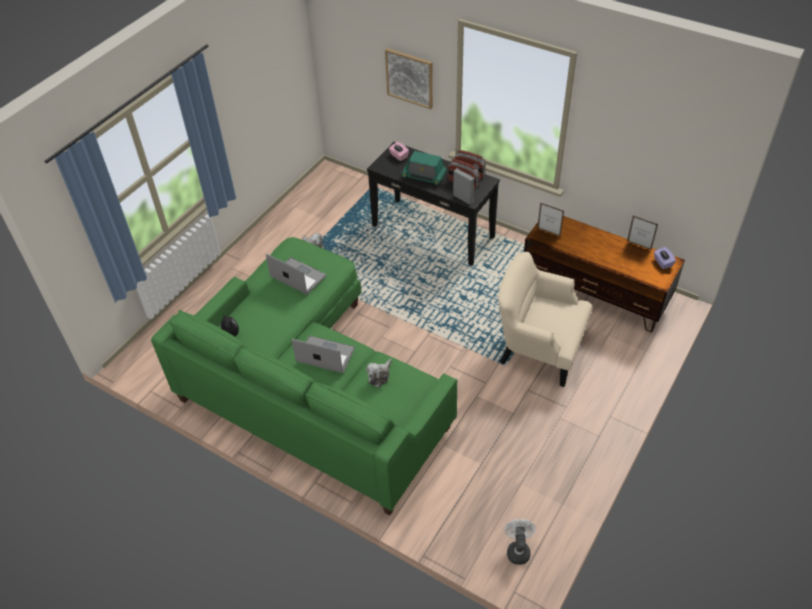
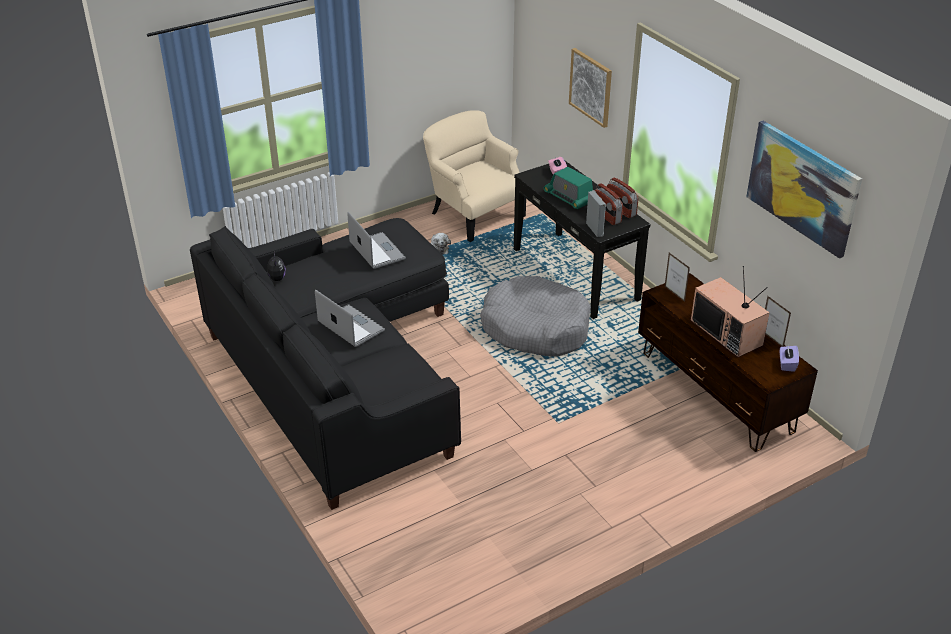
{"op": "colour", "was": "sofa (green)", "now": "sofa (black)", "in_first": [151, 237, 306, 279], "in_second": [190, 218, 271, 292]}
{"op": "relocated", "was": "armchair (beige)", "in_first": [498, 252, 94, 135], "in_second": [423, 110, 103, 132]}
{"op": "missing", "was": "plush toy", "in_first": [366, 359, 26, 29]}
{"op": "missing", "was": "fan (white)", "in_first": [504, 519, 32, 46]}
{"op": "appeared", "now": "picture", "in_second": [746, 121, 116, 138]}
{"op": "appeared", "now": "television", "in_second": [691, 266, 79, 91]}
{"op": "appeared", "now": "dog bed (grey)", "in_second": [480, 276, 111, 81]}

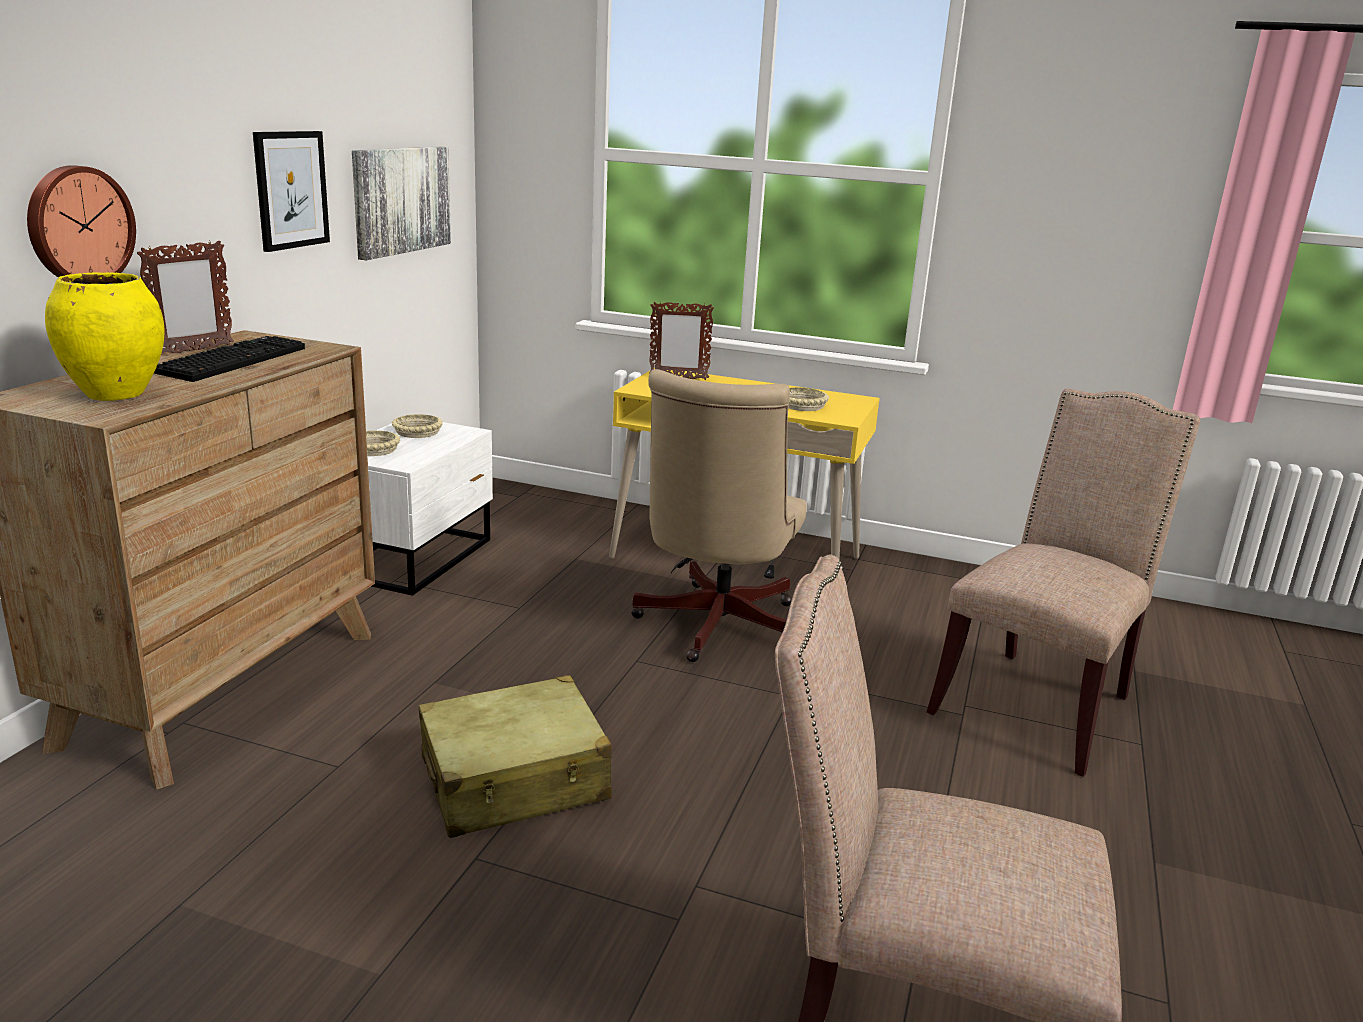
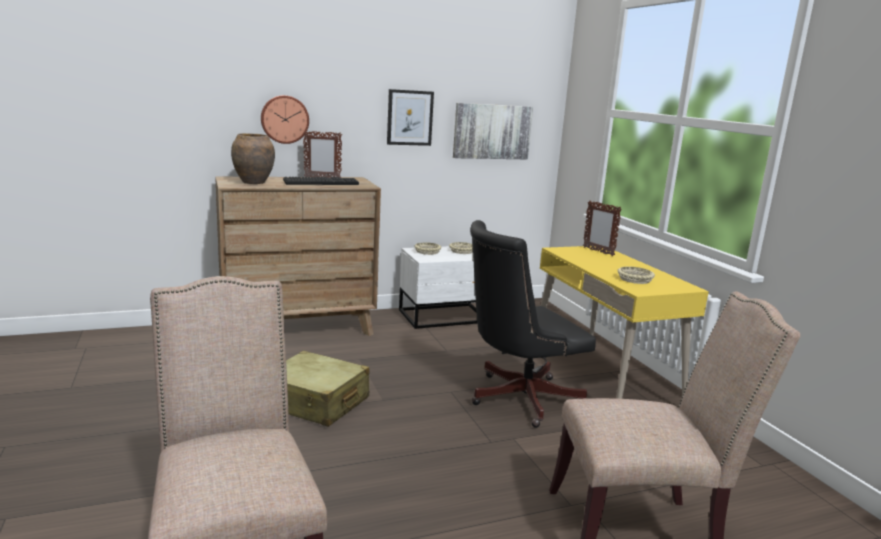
{"op": "colour", "was": "vase (yellow)", "now": "vase (brown)", "in_first": [45, 272, 119, 129], "in_second": [231, 133, 44, 51]}
{"op": "colour", "was": "office chair (beige)", "now": "office chair (black)", "in_first": [631, 369, 176, 293], "in_second": [470, 220, 126, 208]}

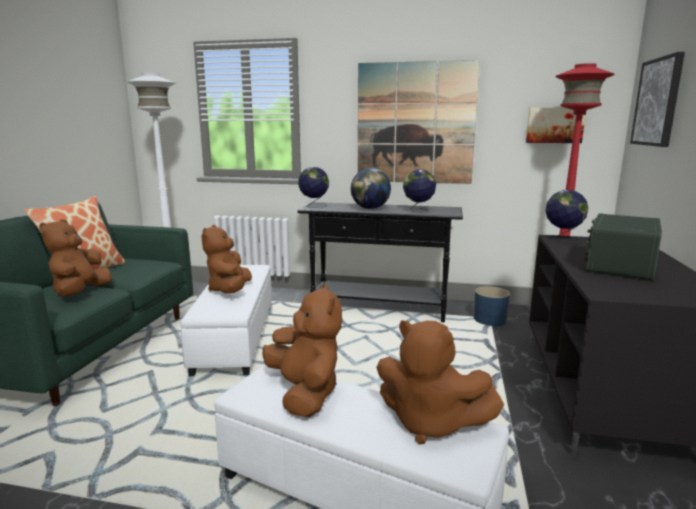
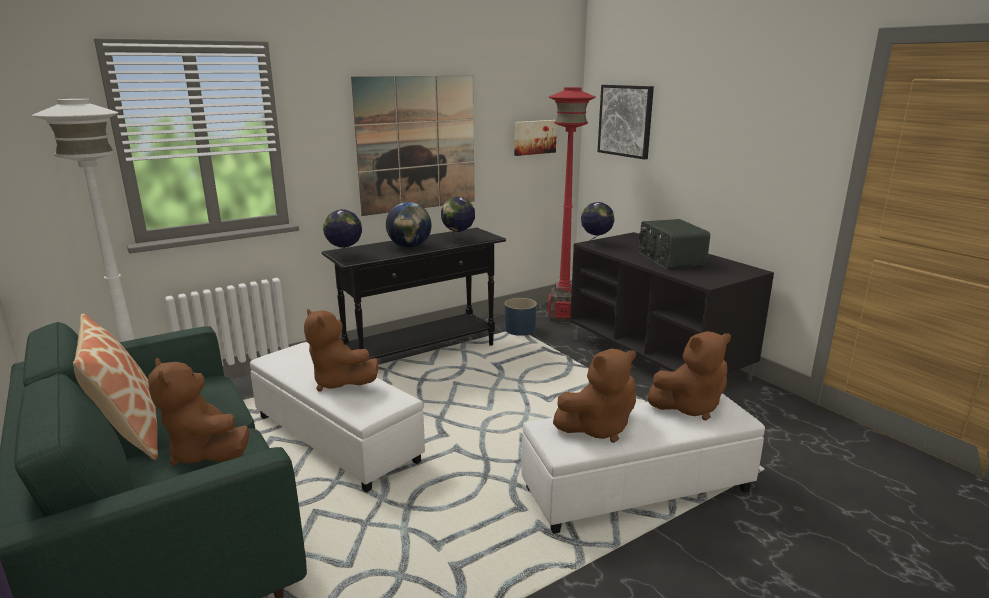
{"op": "spun", "was": "plush toy (brown)", "in_first": [262, 283, 80, 135], "in_second": [553, 349, 83, 94], "clockwise": 135}

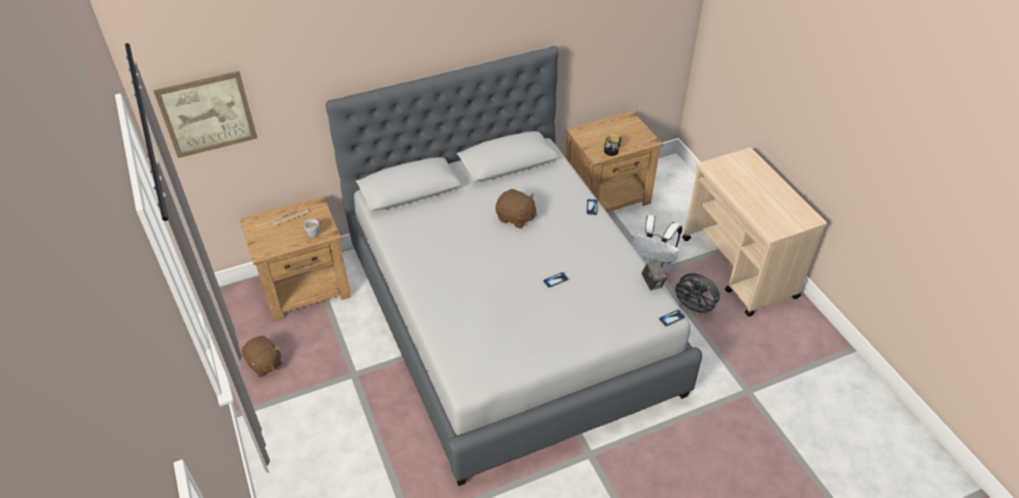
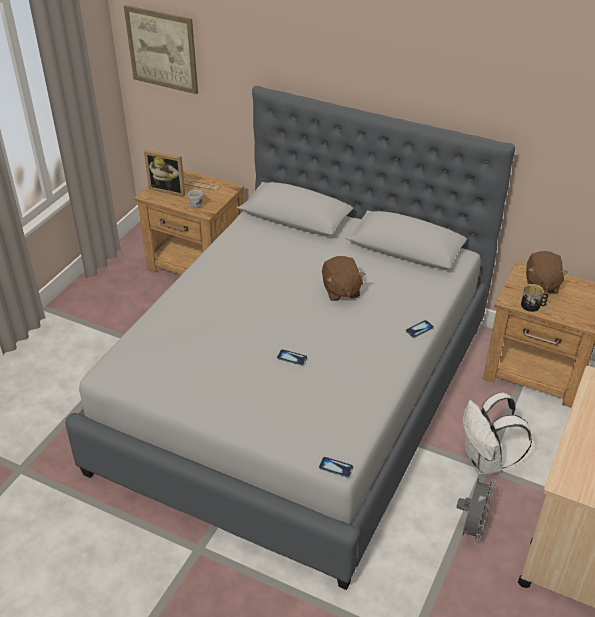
{"op": "missing", "was": "photo camera", "in_first": [641, 261, 26, 29]}
{"op": "spun", "was": "fan (grey)", "in_first": [672, 273, 48, 43], "in_second": [457, 478, 39, 67], "clockwise": -150}
{"op": "relocated", "was": "plush toy (brown)", "in_first": [242, 336, 40, 41], "in_second": [526, 251, 42, 43]}
{"op": "appeared", "now": "picture frame", "in_second": [144, 150, 41, 47]}

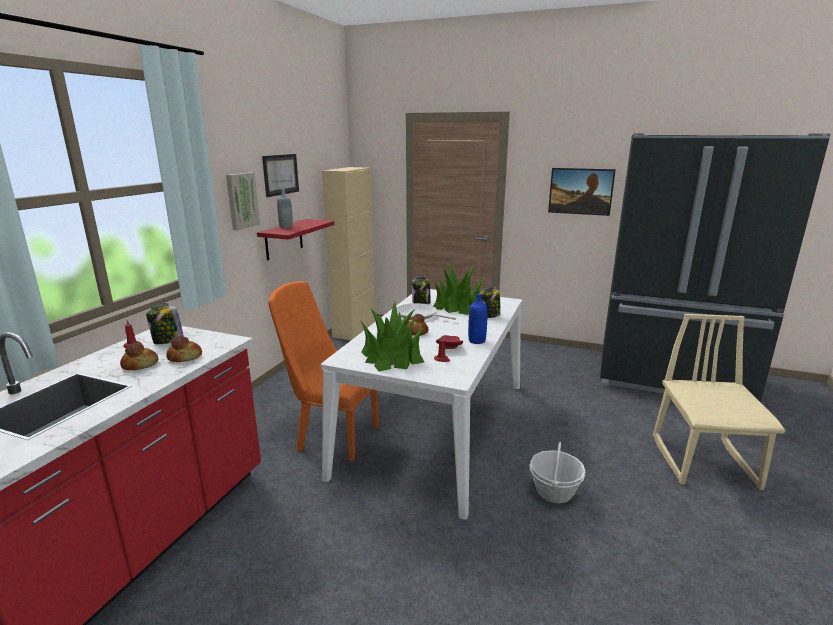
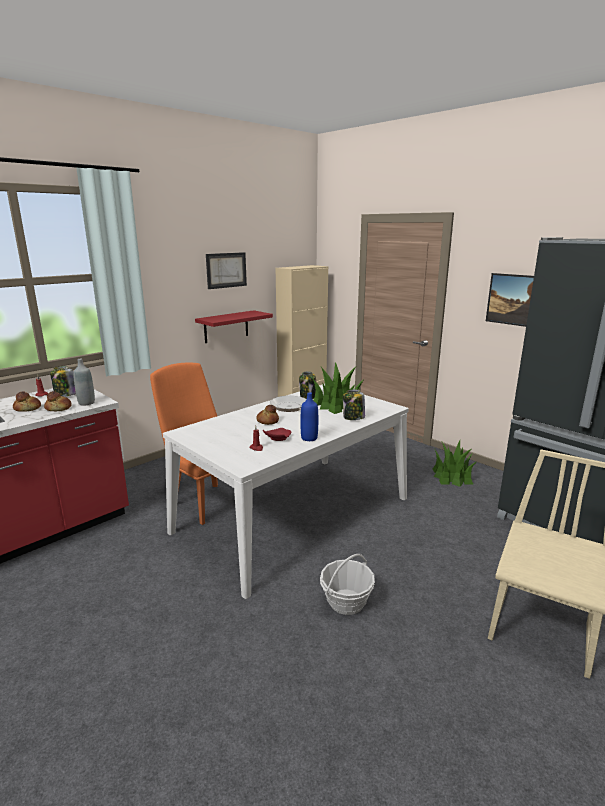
{"op": "missing", "was": "picture", "in_first": [226, 172, 34, 58]}
{"op": "relocated", "was": "bottle (grey)", "in_first": [277, 189, 16, 39], "in_second": [73, 359, 22, 47]}
{"op": "relocated", "was": "potted plant", "in_first": [360, 301, 65, 71], "in_second": [432, 440, 44, 47]}

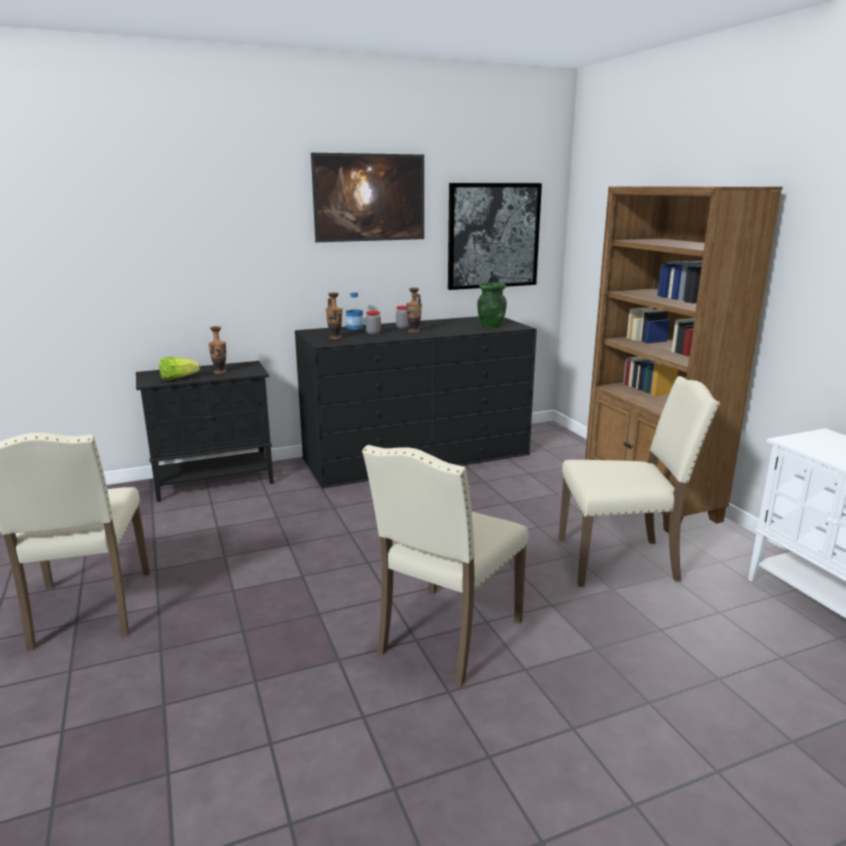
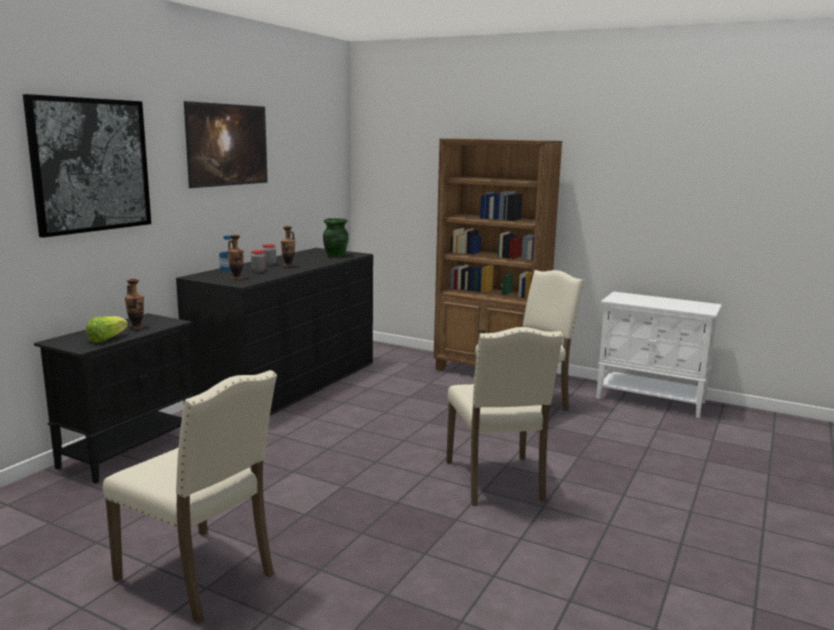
{"op": "relocated", "was": "picture", "in_first": [448, 183, 94, 107], "in_second": [23, 94, 128, 144]}

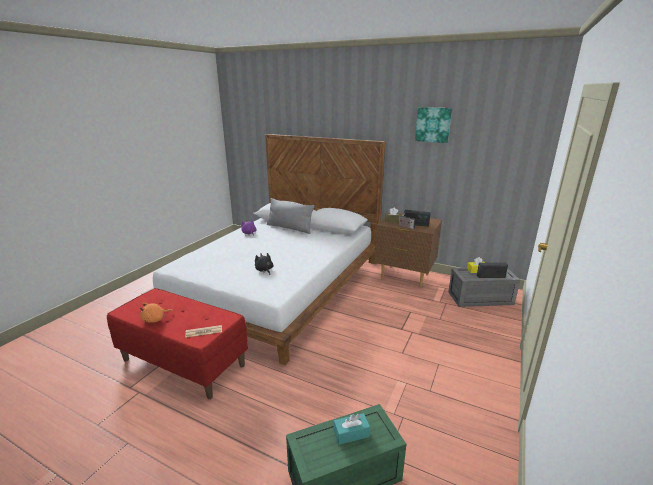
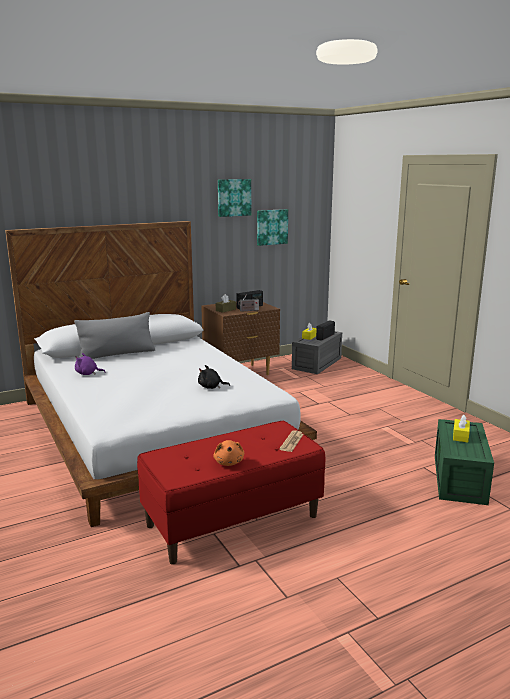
{"op": "colour", "was": "tissue box (turquoise)", "now": "tissue box (yellow)", "in_first": [334, 413, 36, 32], "in_second": [453, 415, 17, 28]}
{"op": "appeared", "now": "picture", "in_second": [257, 209, 31, 37]}

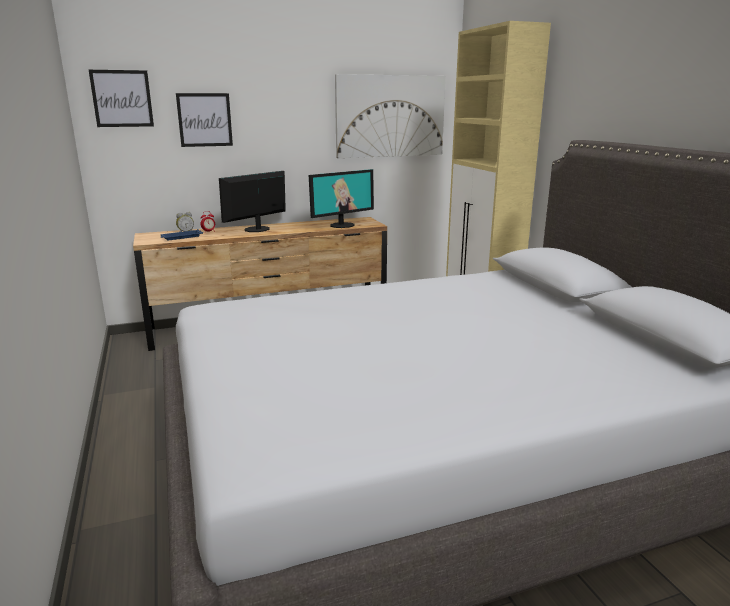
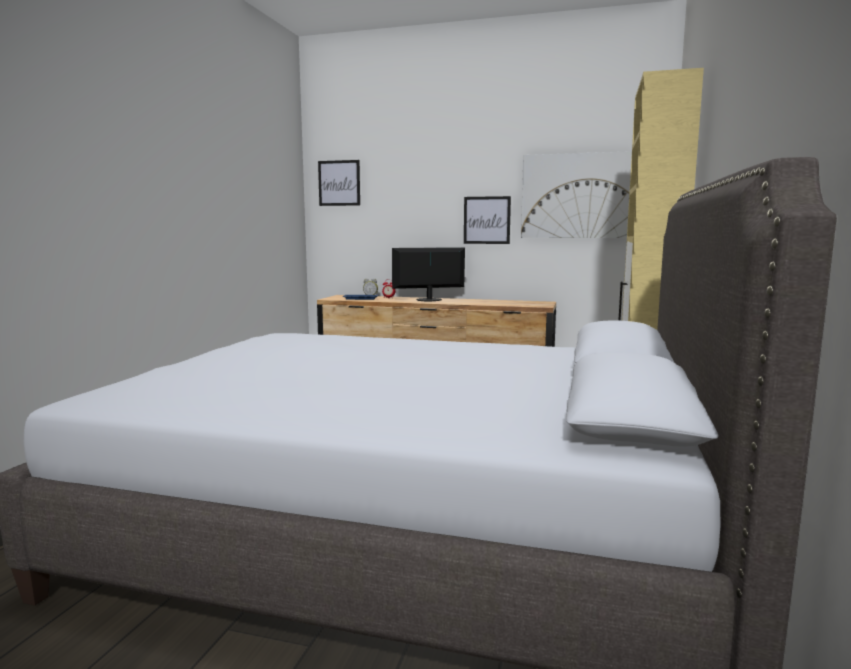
{"op": "relocated", "was": "picture", "in_first": [176, 93, 57, 54], "in_second": [464, 196, 47, 48]}
{"op": "missing", "was": "monitor", "in_first": [309, 169, 65, 59]}

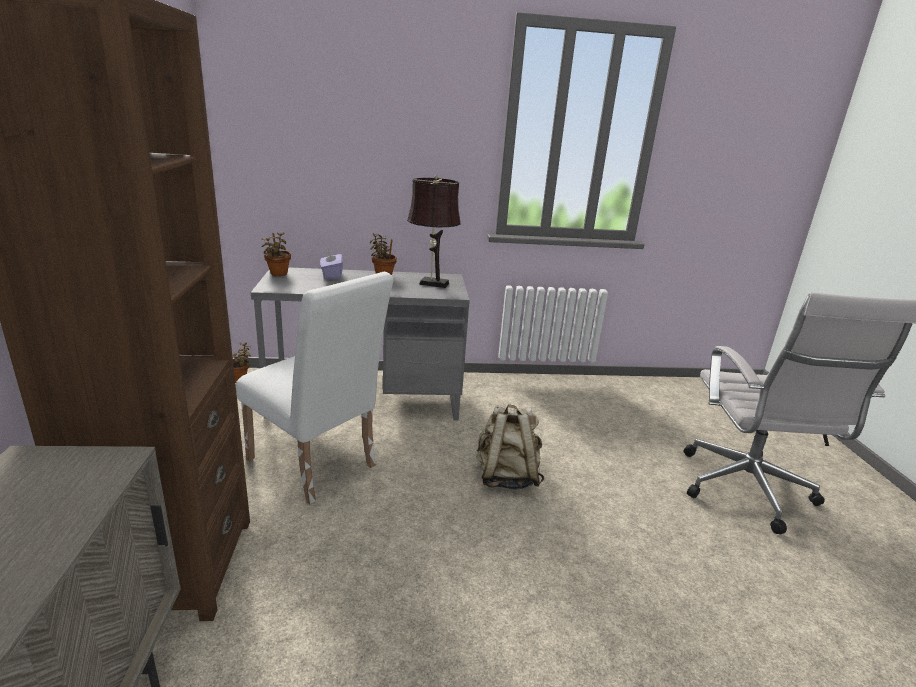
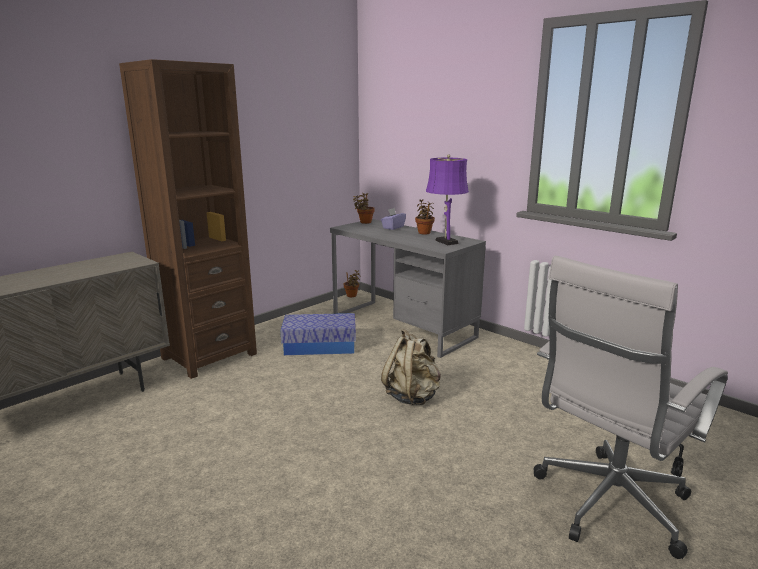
{"op": "colour", "was": "table lamp (brown)", "now": "table lamp (purple)", "in_first": [407, 175, 54, 113], "in_second": [426, 155, 43, 90]}
{"op": "exchanged", "was": "chair (white)", "now": "storage box", "in_first": [236, 272, 157, 232], "in_second": [281, 313, 75, 42]}

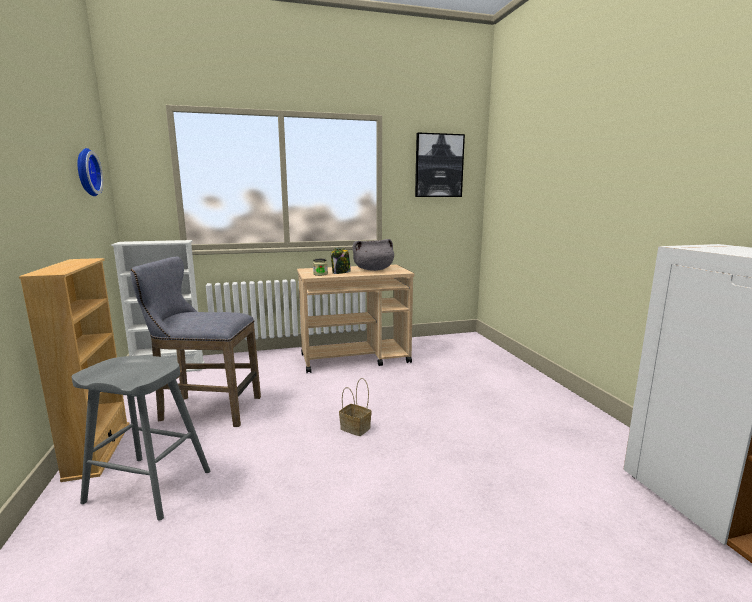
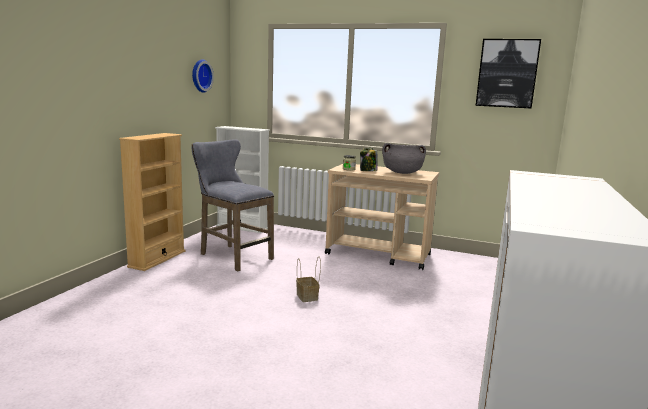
{"op": "missing", "was": "stool (grey)", "in_first": [72, 356, 138, 164]}

